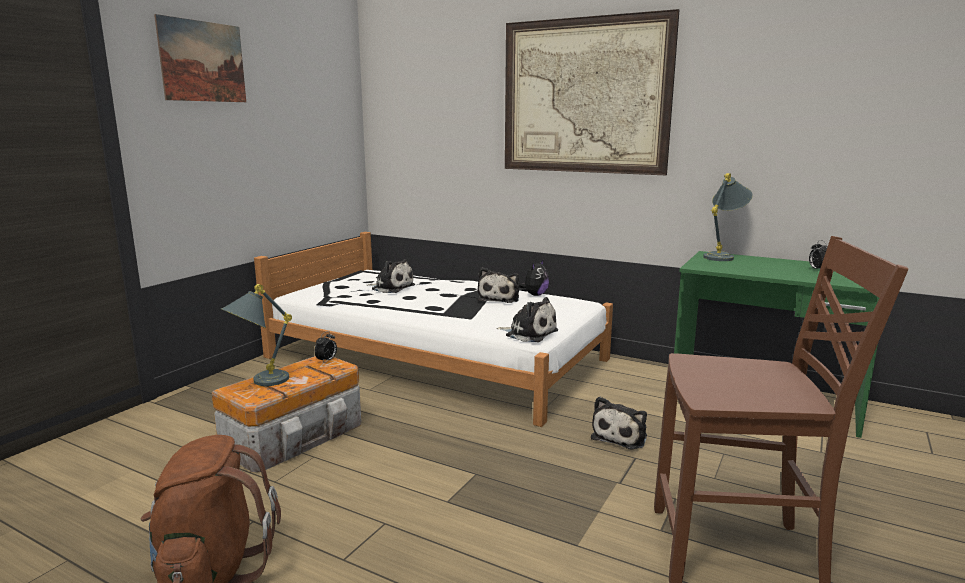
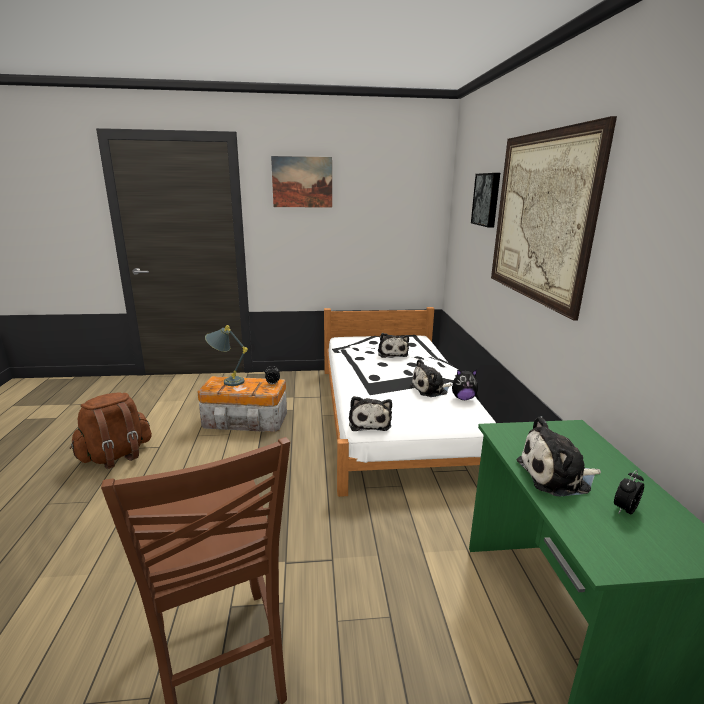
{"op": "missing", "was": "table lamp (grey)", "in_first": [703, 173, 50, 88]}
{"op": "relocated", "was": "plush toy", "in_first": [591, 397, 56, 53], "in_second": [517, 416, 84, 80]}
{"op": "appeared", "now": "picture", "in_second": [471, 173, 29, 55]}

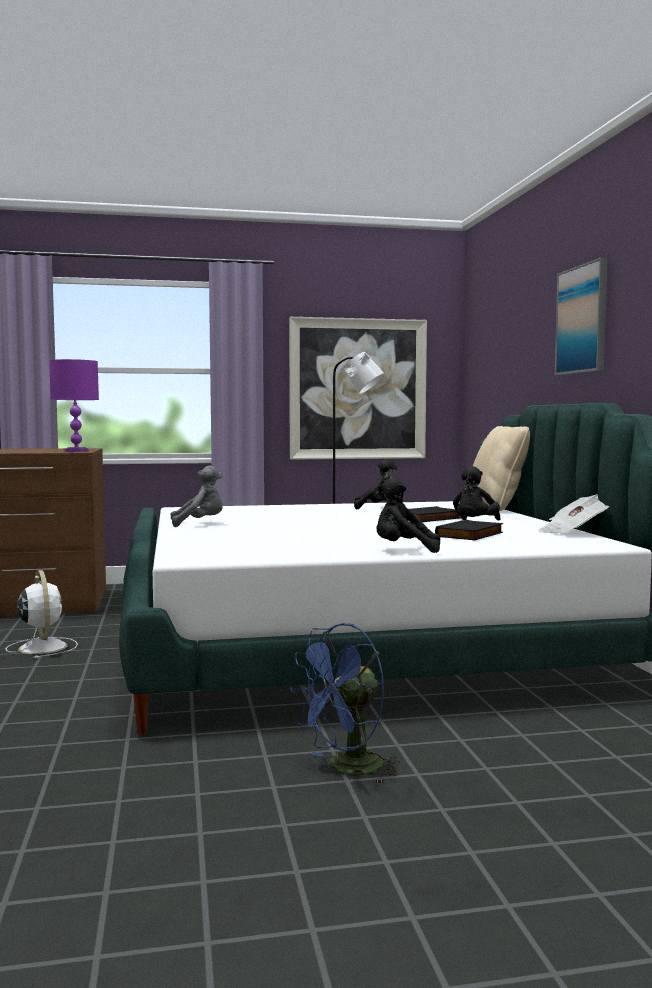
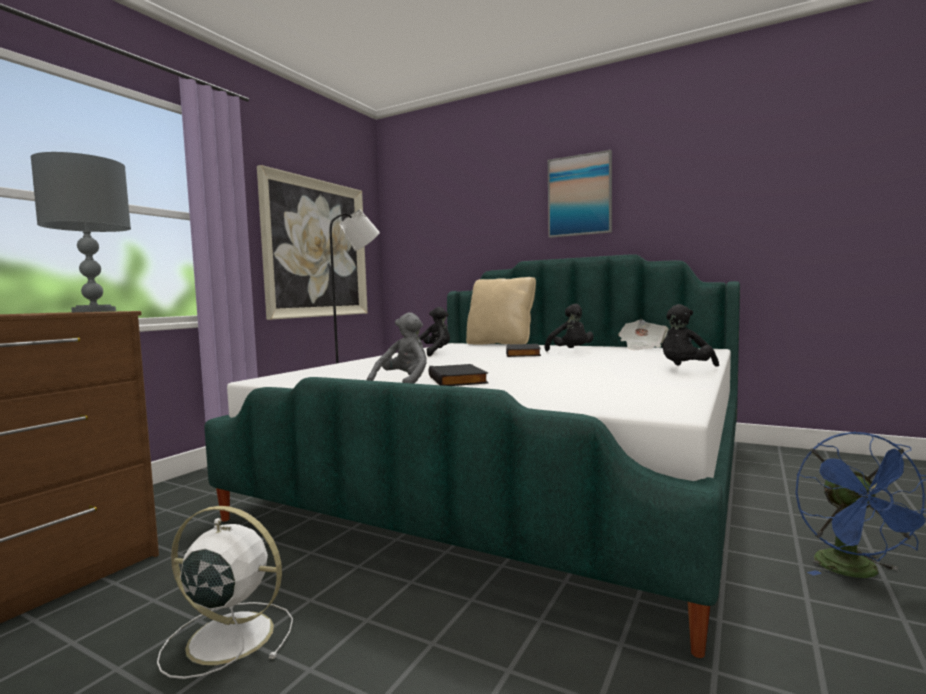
{"op": "colour", "was": "table lamp (purple)", "now": "table lamp (grey)", "in_first": [49, 359, 50, 93], "in_second": [30, 152, 101, 160]}
{"op": "relocated", "was": "book (black)", "in_first": [435, 520, 68, 20], "in_second": [429, 364, 60, 22]}

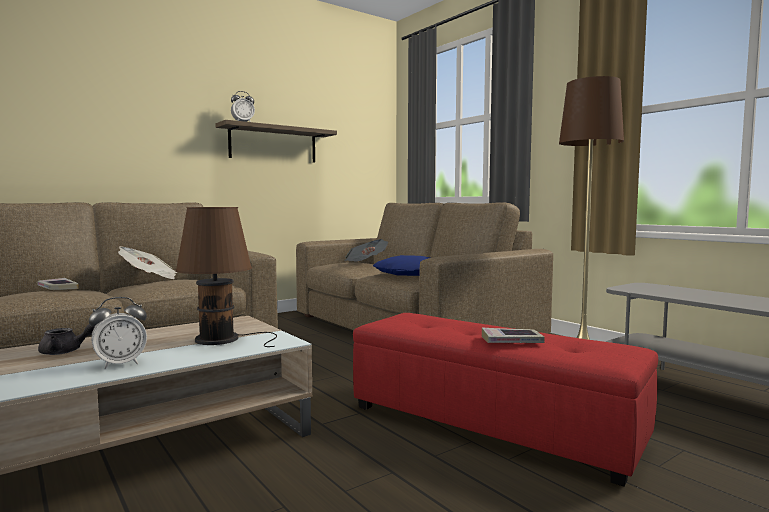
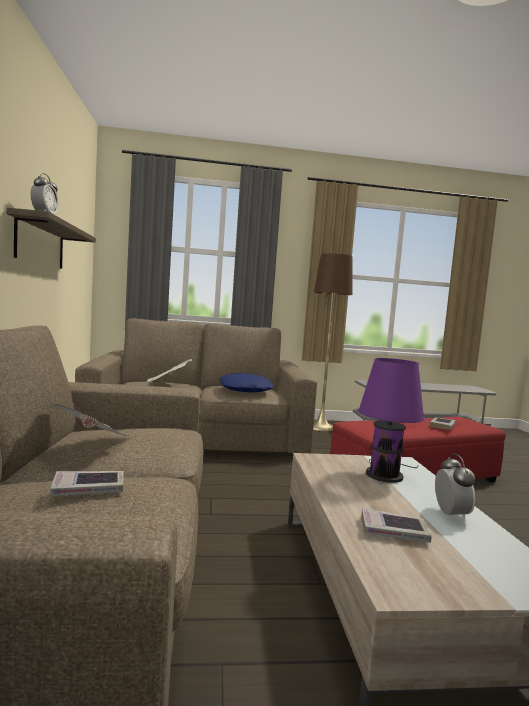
{"op": "colour", "was": "table lamp (brown)", "now": "table lamp (purple)", "in_first": [175, 207, 102, 140], "in_second": [358, 358, 67, 125]}
{"op": "exchanged", "was": "teapot (grey)", "now": "book", "in_first": [38, 324, 58, 31], "in_second": [361, 508, 71, 35]}

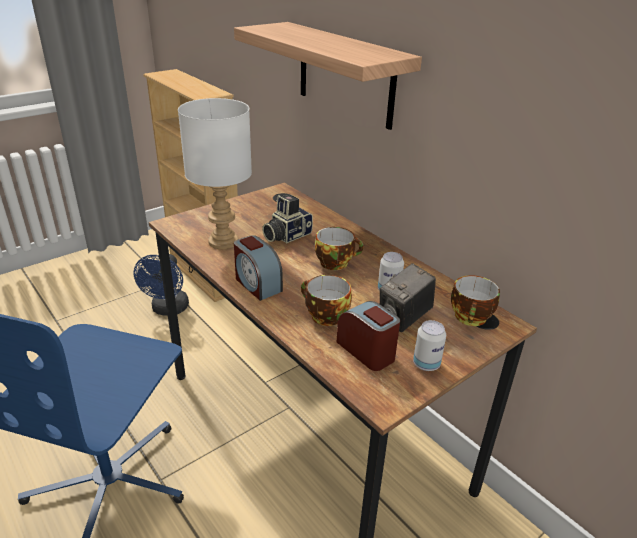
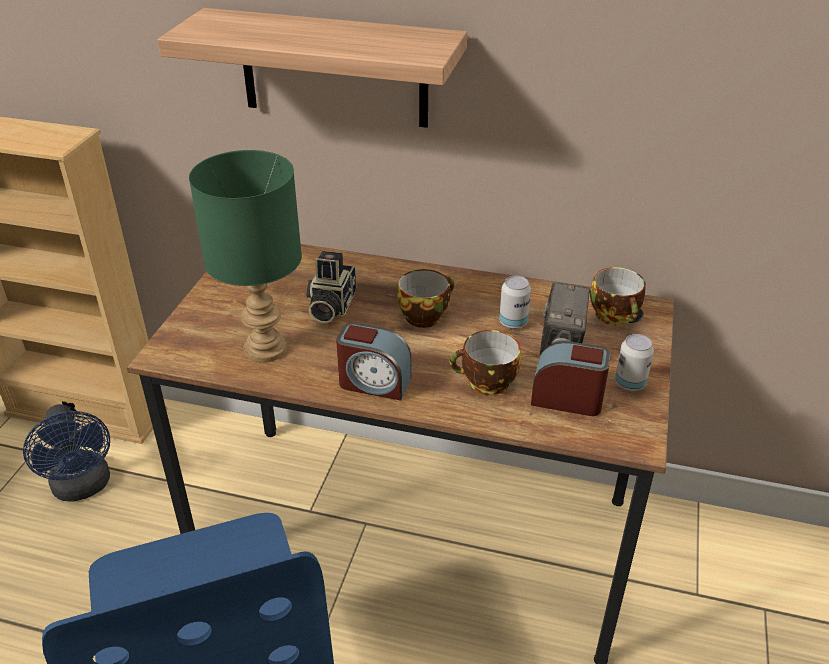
{"op": "colour", "was": "table lamp (white)", "now": "table lamp (green)", "in_first": [178, 98, 74, 151], "in_second": [189, 150, 113, 213]}

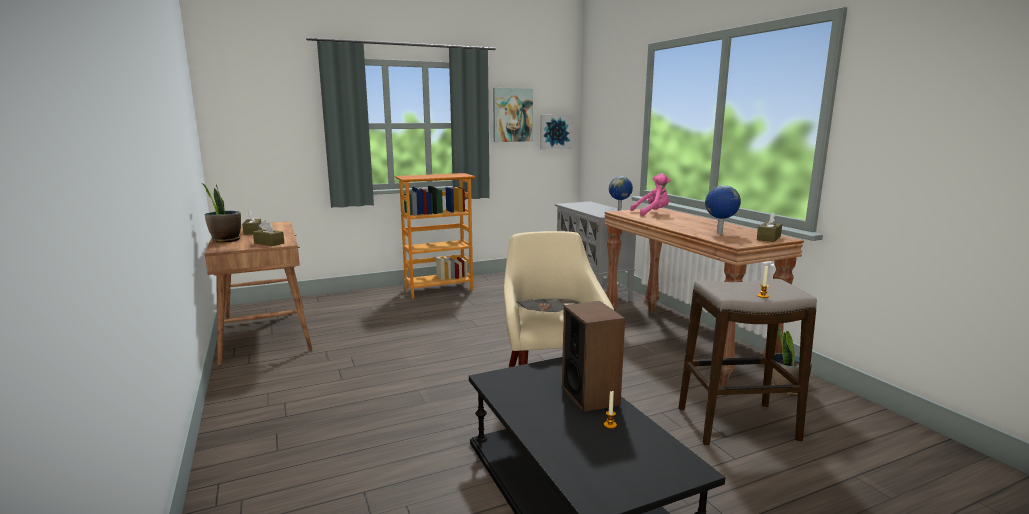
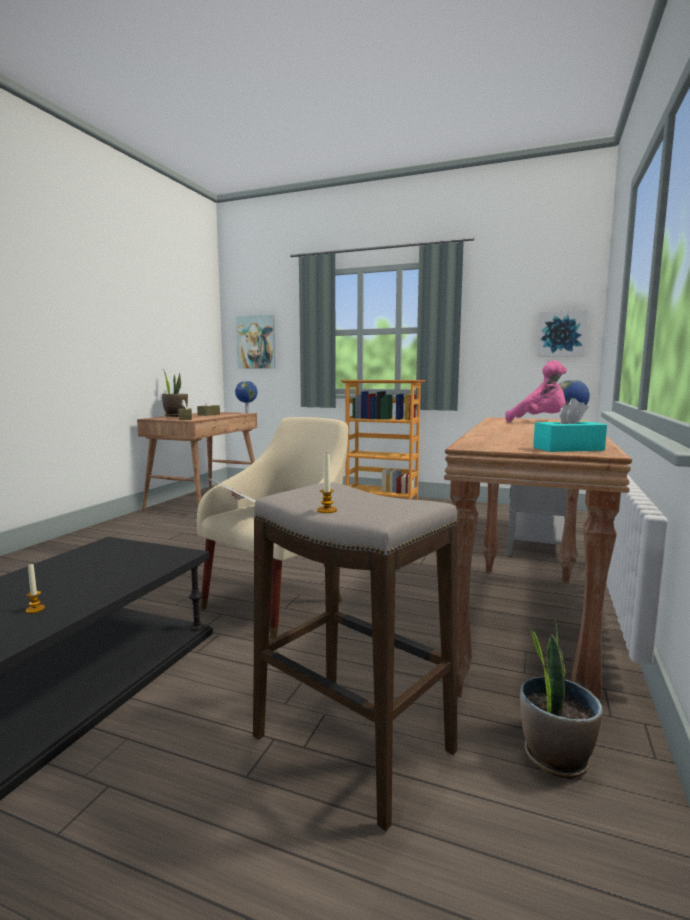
{"op": "relocated", "was": "picture", "in_first": [493, 88, 40, 54], "in_second": [236, 315, 39, 54]}
{"op": "relocated", "was": "globe", "in_first": [705, 185, 36, 49], "in_second": [235, 381, 23, 32]}
{"op": "colour", "was": "tissue box (brown)", "now": "tissue box (turquoise)", "in_first": [757, 213, 25, 29], "in_second": [533, 398, 74, 54]}
{"op": "missing", "was": "speaker", "in_first": [562, 301, 63, 111]}

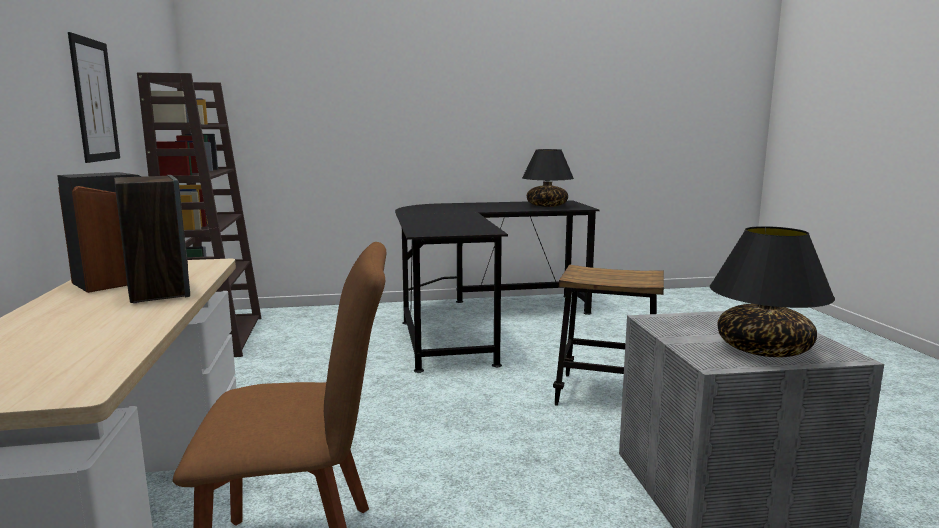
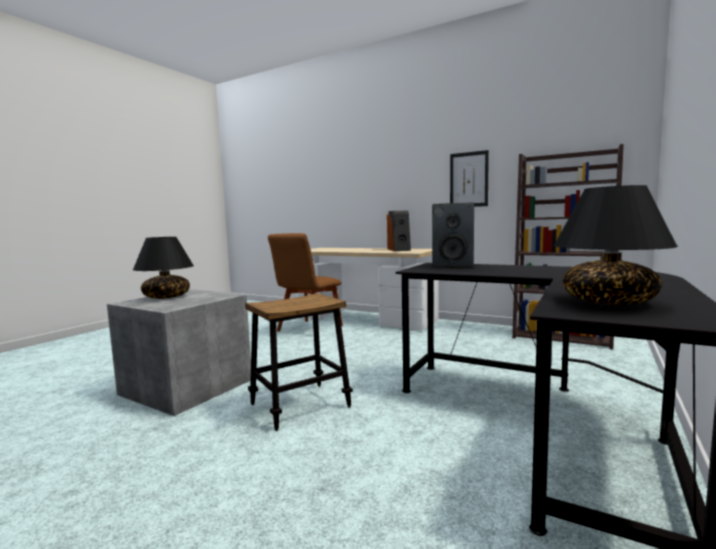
{"op": "relocated", "was": "speaker", "in_first": [114, 175, 76, 128], "in_second": [432, 203, 42, 65]}

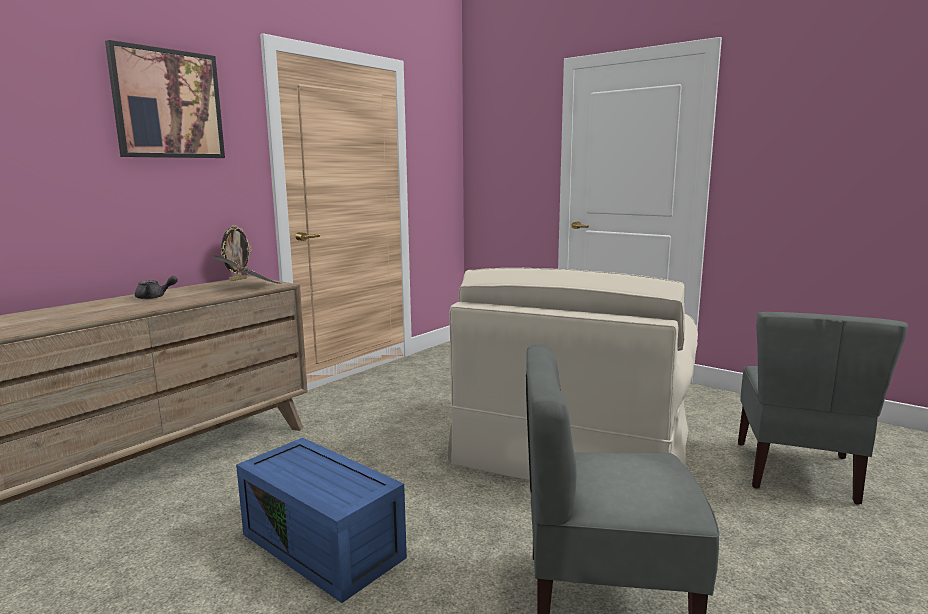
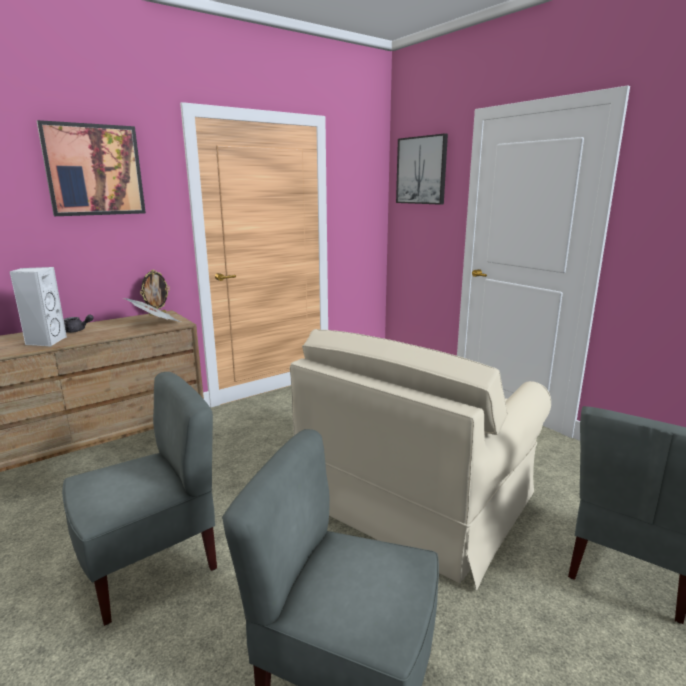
{"op": "exchanged", "was": "storage box (blue)", "now": "chair (grey)", "in_first": [236, 438, 171, 165], "in_second": [62, 372, 155, 254]}
{"op": "appeared", "now": "picture", "in_second": [396, 133, 52, 72]}
{"op": "appeared", "now": "speaker (white)", "in_second": [9, 267, 58, 79]}

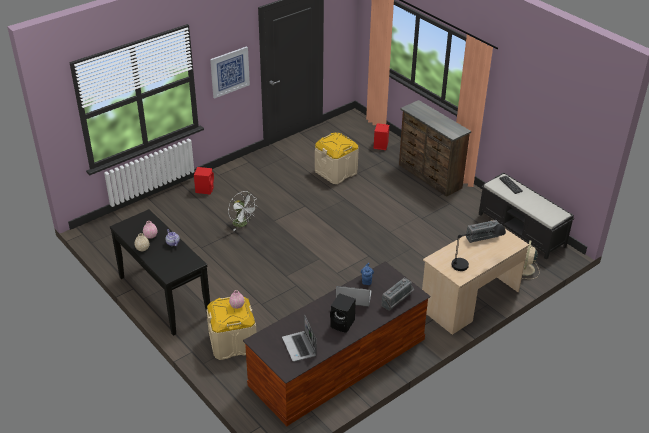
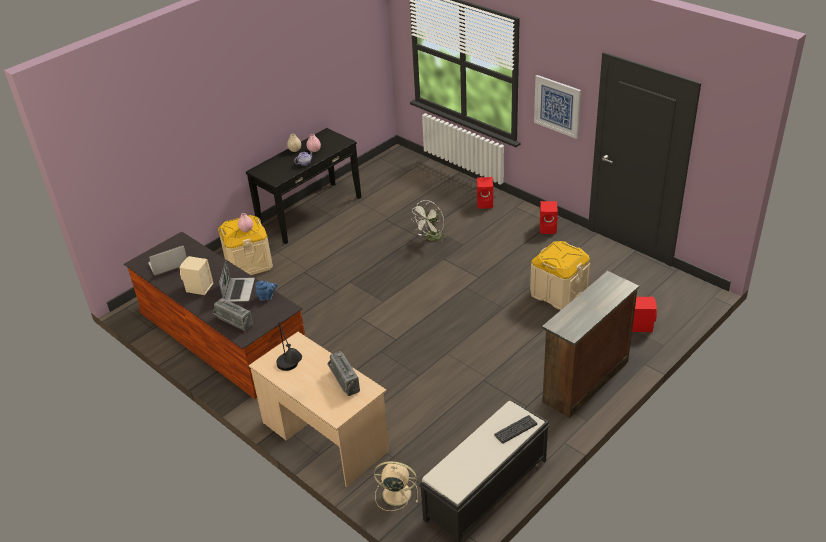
{"op": "colour", "was": "speaker (black)", "now": "speaker (beige)", "in_first": [330, 293, 26, 40], "in_second": [180, 256, 34, 39]}
{"op": "appeared", "now": "speaker (red)", "in_second": [540, 201, 18, 33]}

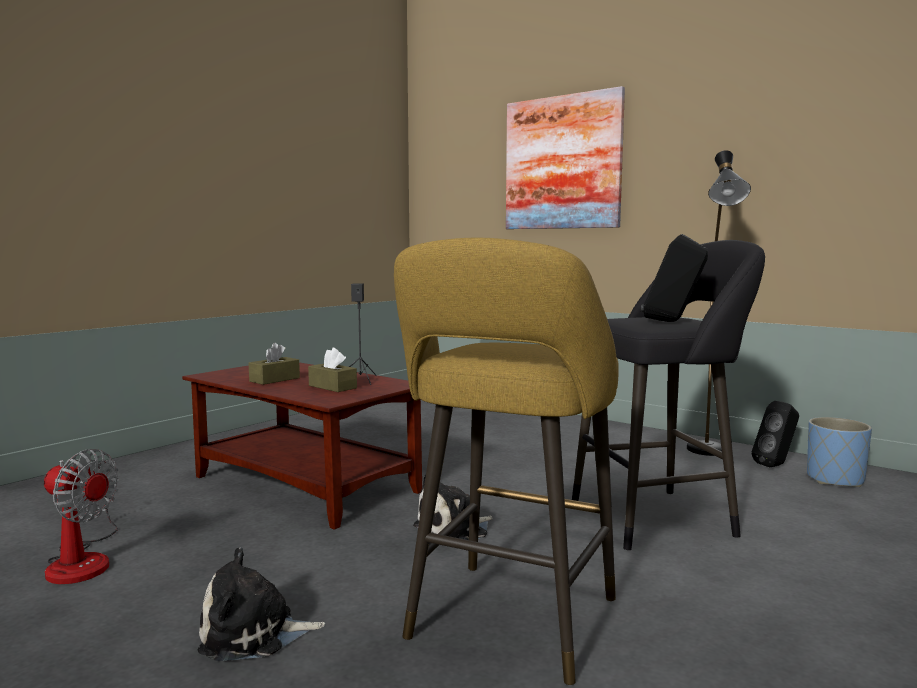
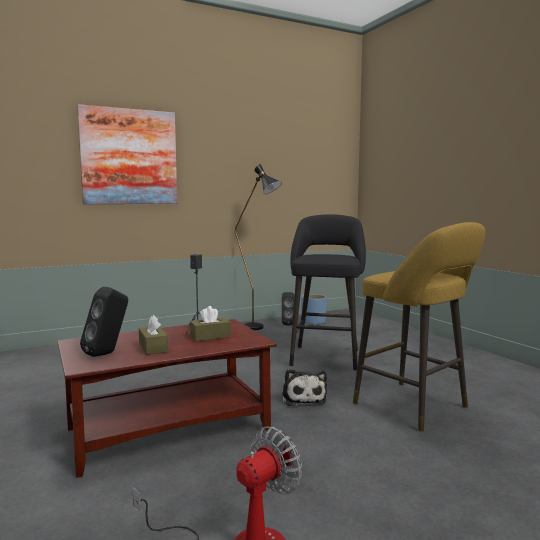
{"op": "relocated", "was": "speaker (black)", "in_first": [641, 234, 67, 88], "in_second": [80, 287, 48, 70]}
{"op": "missing", "was": "plush toy", "in_first": [198, 547, 127, 114]}

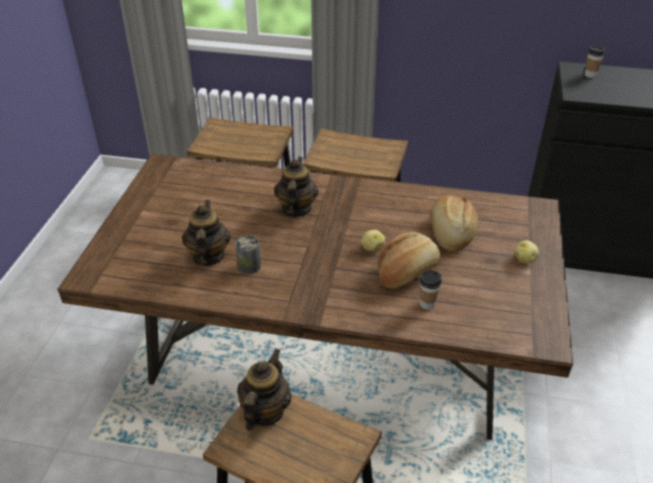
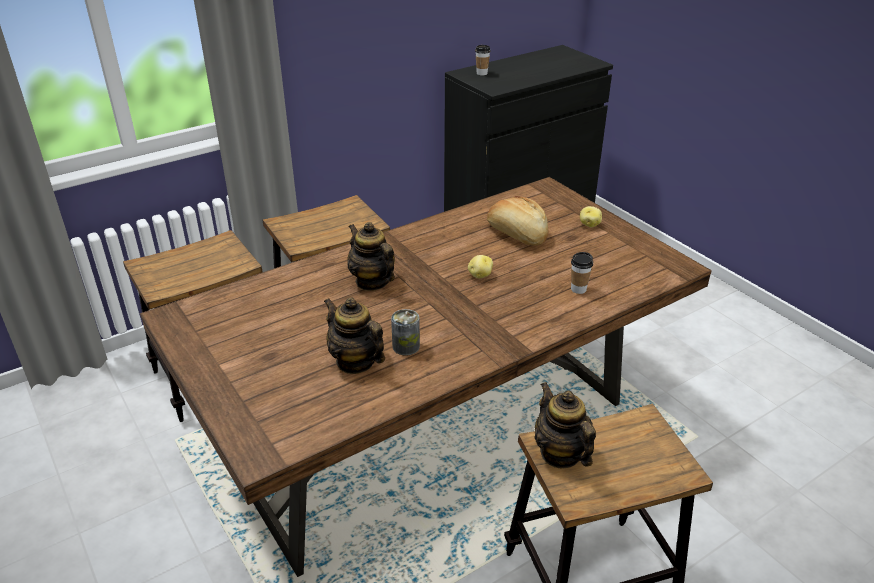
{"op": "missing", "was": "bread", "in_first": [379, 232, 62, 56]}

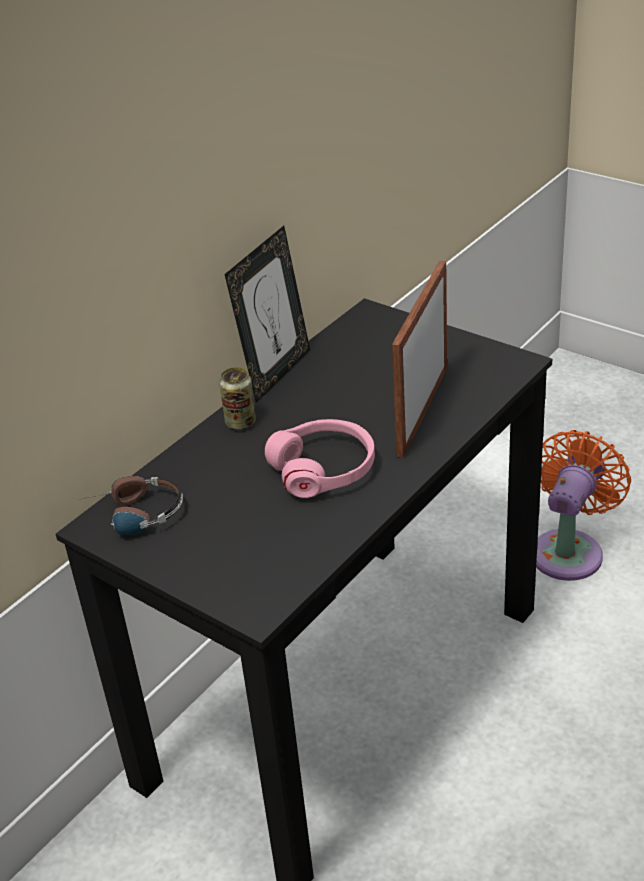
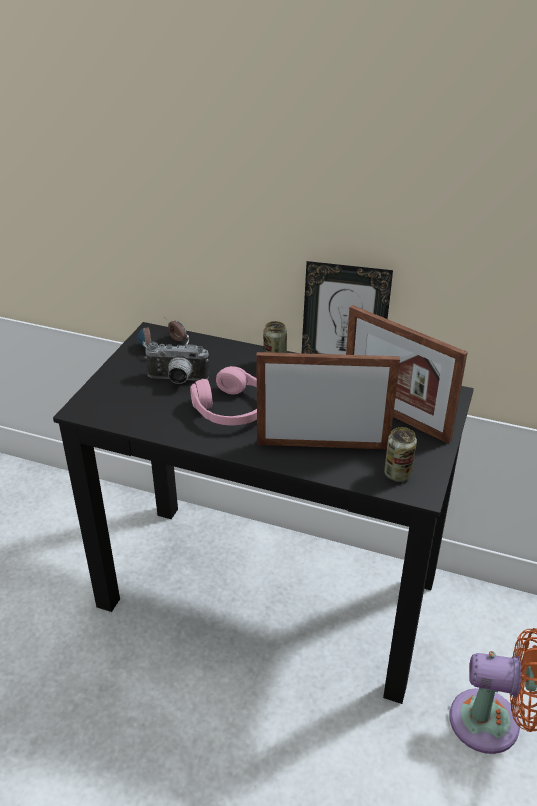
{"op": "appeared", "now": "picture frame", "in_second": [346, 305, 122, 139]}
{"op": "appeared", "now": "photo camera", "in_second": [144, 342, 65, 42]}
{"op": "appeared", "now": "can", "in_second": [384, 427, 33, 55]}

